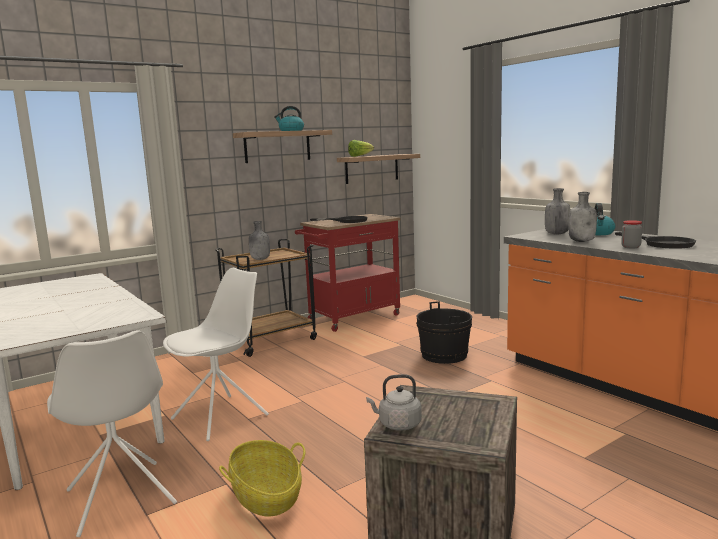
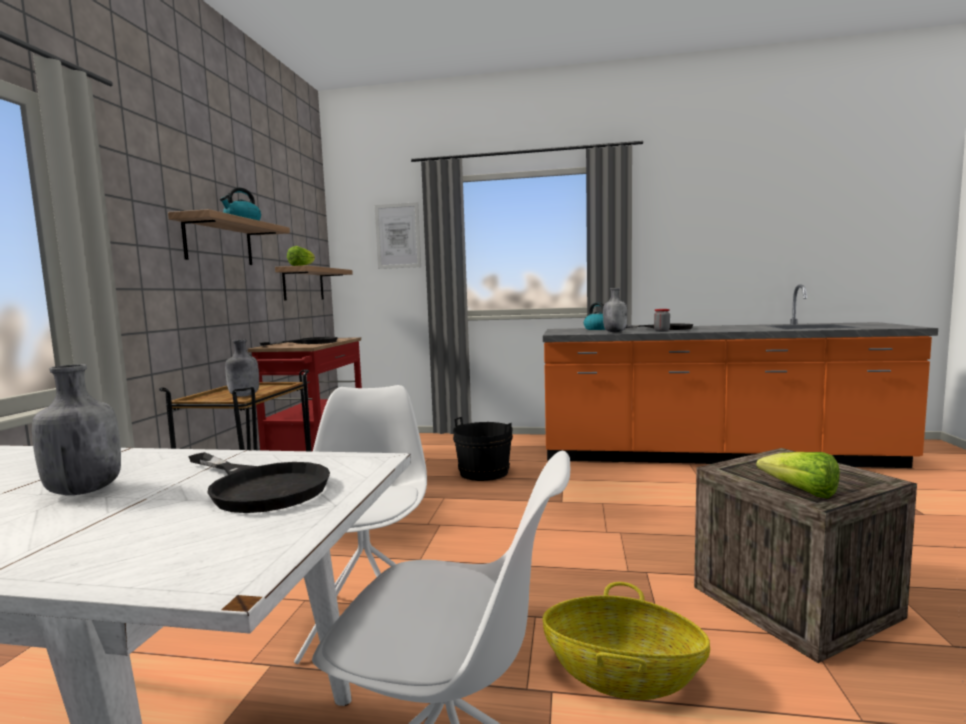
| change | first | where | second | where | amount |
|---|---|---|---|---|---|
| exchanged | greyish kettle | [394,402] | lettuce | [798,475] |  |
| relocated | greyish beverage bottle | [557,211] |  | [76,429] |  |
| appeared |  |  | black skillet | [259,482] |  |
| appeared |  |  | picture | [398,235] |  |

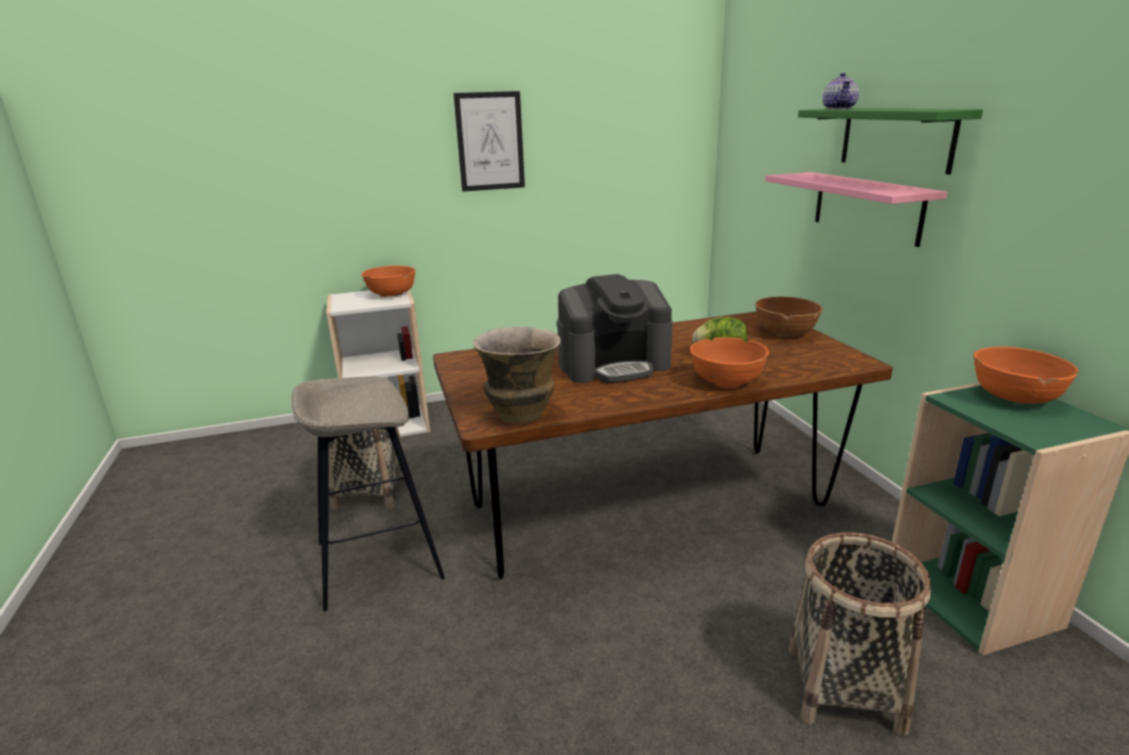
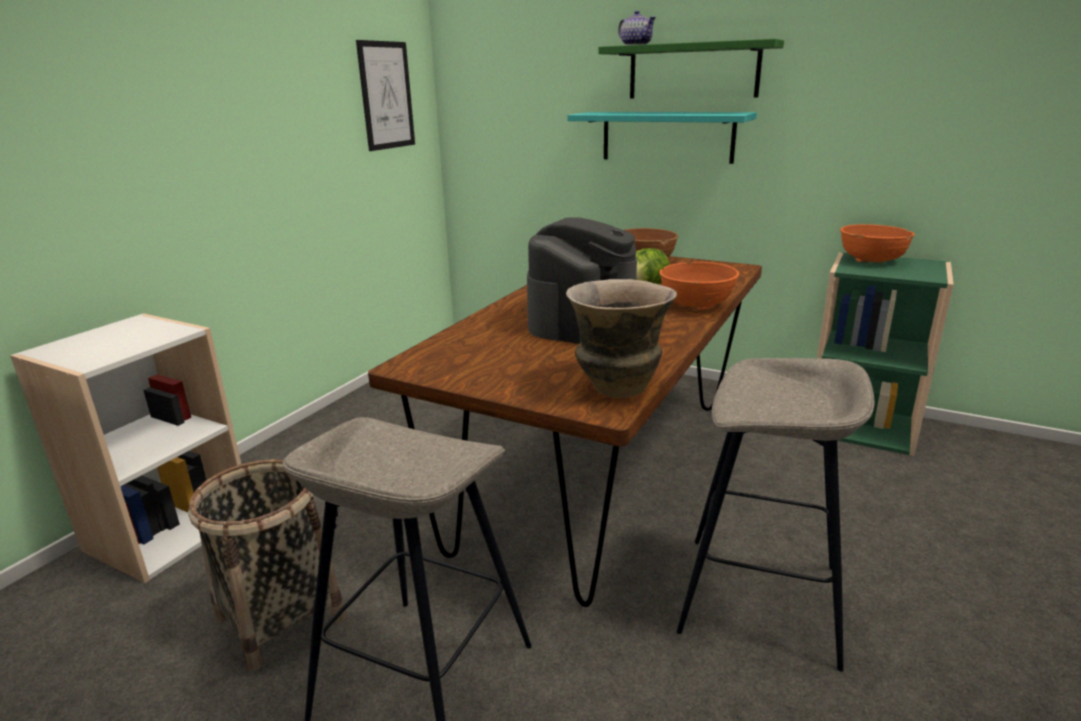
| change | first | where | second | where | amount |
|---|---|---|---|---|---|
| missing | orange-coloured serving bowl | [388,281] |  |  |  |
| relocated | picture | [489,141] |  | [385,95] |  |
| colour | pinkish wall shelf | [856,209] | turquoise-coloured wall shelf | [662,138] |  |
| missing | basket | [860,634] |  |  |  |
| appeared |  |  | greyish stool | [775,515] |  |

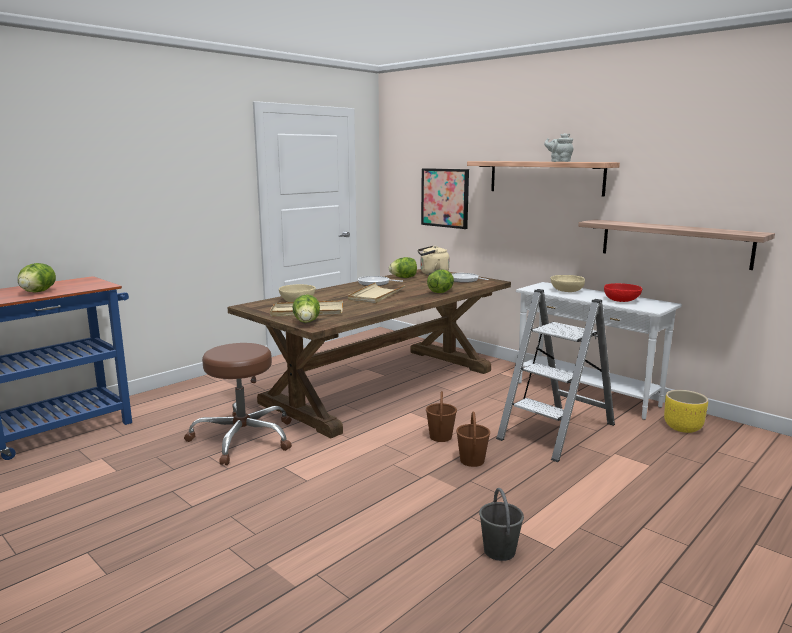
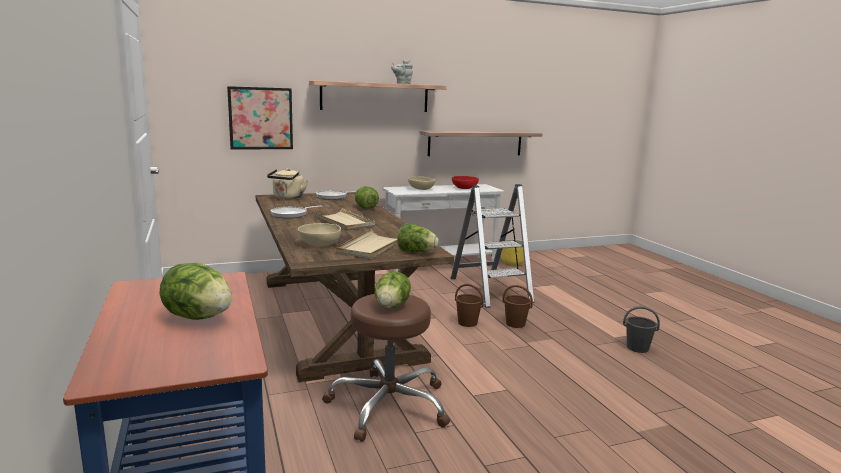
| change | first | where | second | where | amount |
|---|---|---|---|---|---|
| relocated | lettuce | [403,267] |  | [393,290] |  |

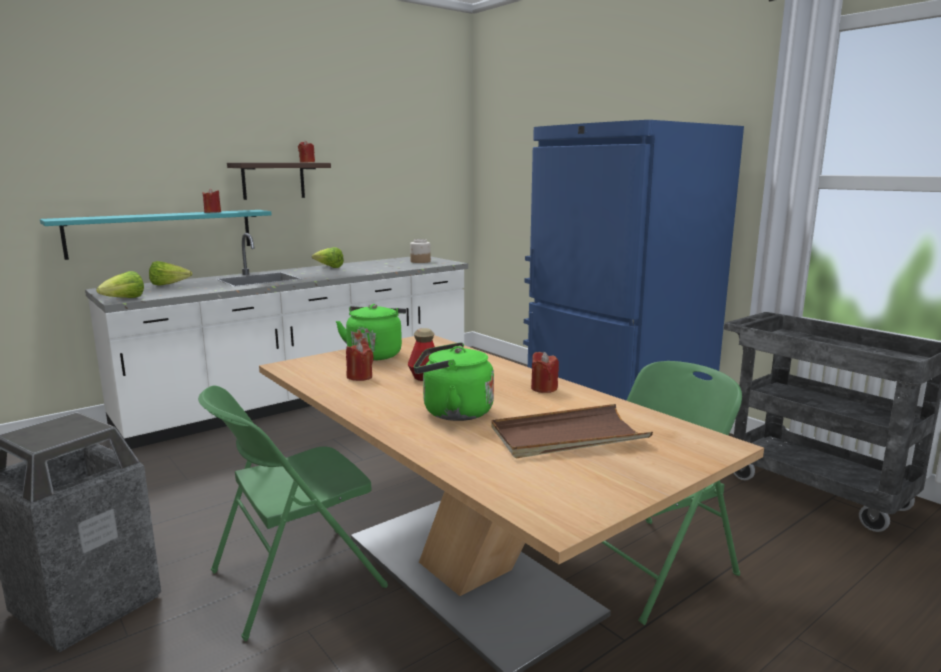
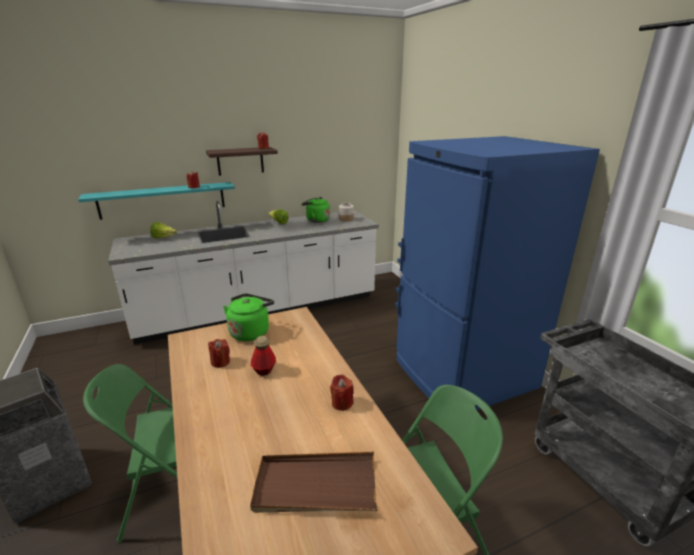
| change | first | where | second | where | amount |
|---|---|---|---|---|---|
| missing | lettuce | [120,284] |  |  |  |
| relocated | green-coloured kettle | [453,381] |  | [315,210] |  |

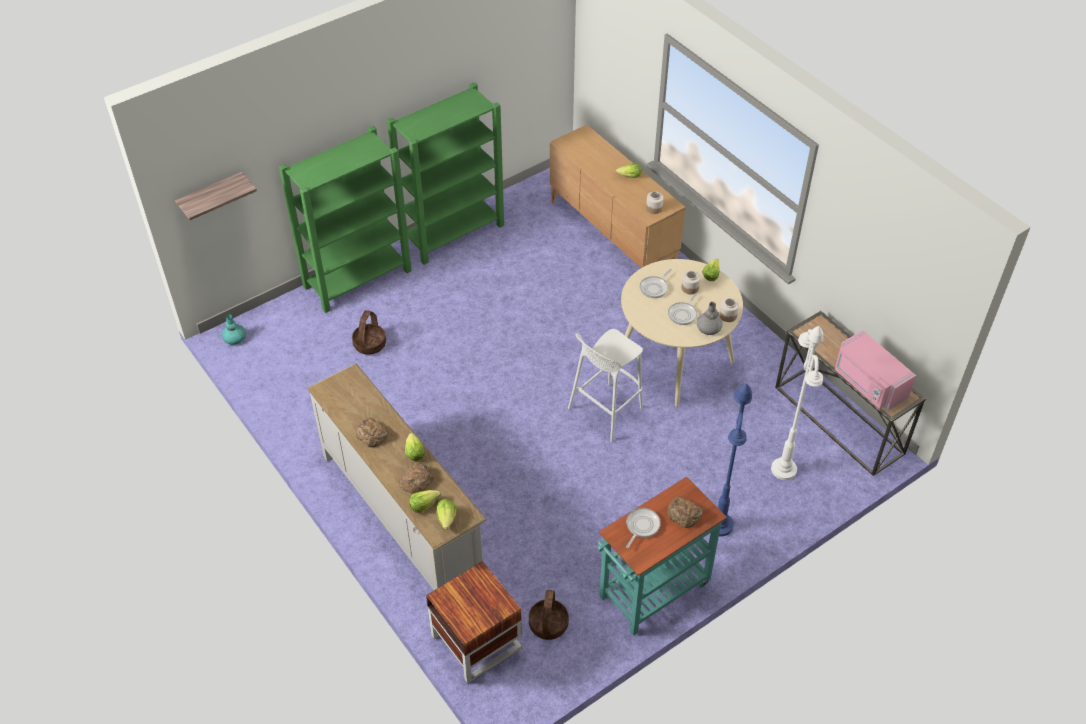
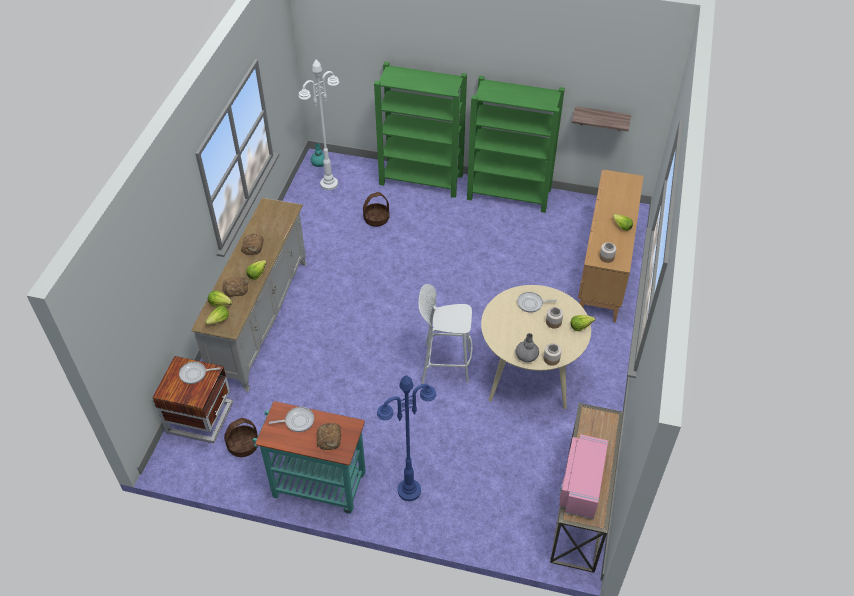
| change | first | where | second | where | amount |
|---|---|---|---|---|---|
| relocated | wall shelf | [216,196] |  | [601,118] |  |
| relocated | skillet | [682,309] |  | [200,373] |  |
| relocated | whitish floor lamp | [797,403] |  | [319,125] |  |

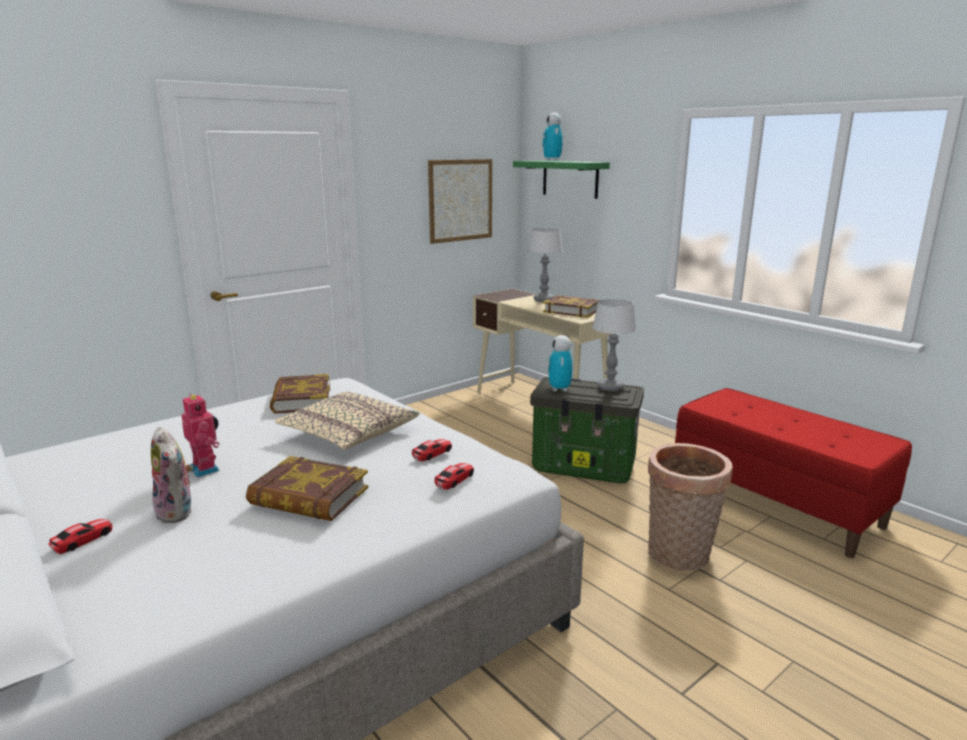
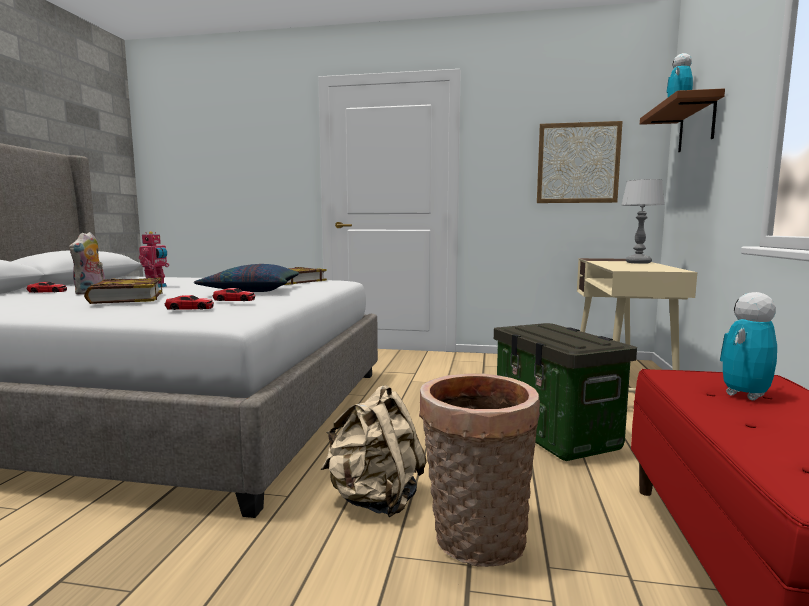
| change | first | where | second | where | amount |
|---|---|---|---|---|---|
| colour | sand-coloured pillow | [347,420] | blue pillow | [246,278] |  |
| colour | green-coloured wall shelf | [561,180] | brownish wall shelf | [682,120] |  |
| missing | bound book | [571,306] |  |  |  |
| relocated | model robot | [560,363] |  | [748,346] |  |
| missing | table lamp | [614,345] |  |  |  |
| appeared |  |  | sand-coloured backpack | [374,451] |  |

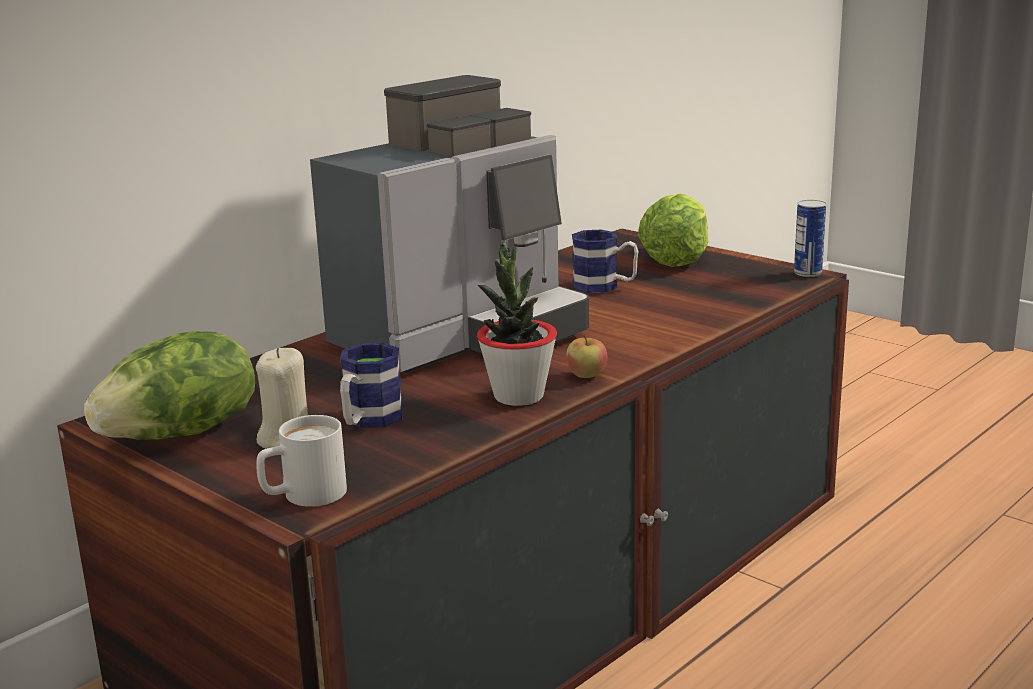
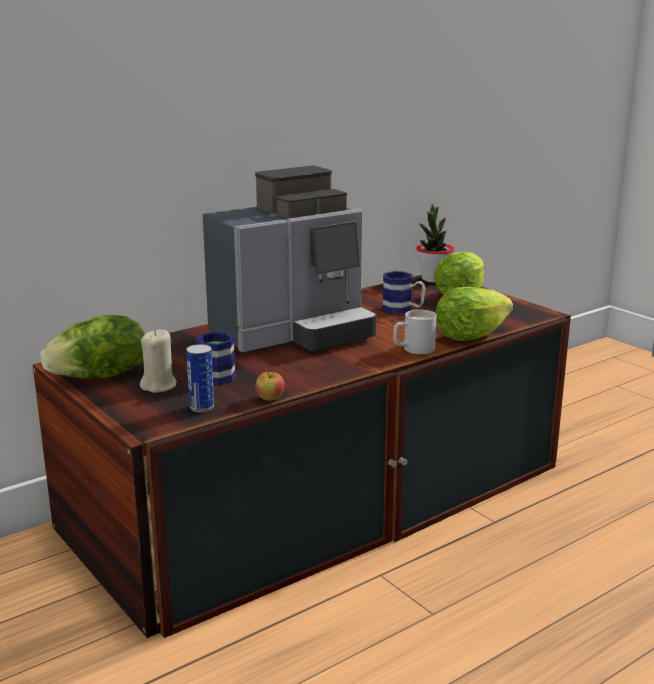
| change | first | where | second | where | amount |
|---|---|---|---|---|---|
| relocated | whitish coffee mug | [301,461] |  | [415,332] |  |
| relocated | houseplant | [517,323] |  | [435,243] |  |
| relocated | apple fruit | [586,356] |  | [270,385] |  |
| relocated | metal can | [810,238] |  | [200,378] |  |
| appeared |  |  | lettuce | [474,314] |  |

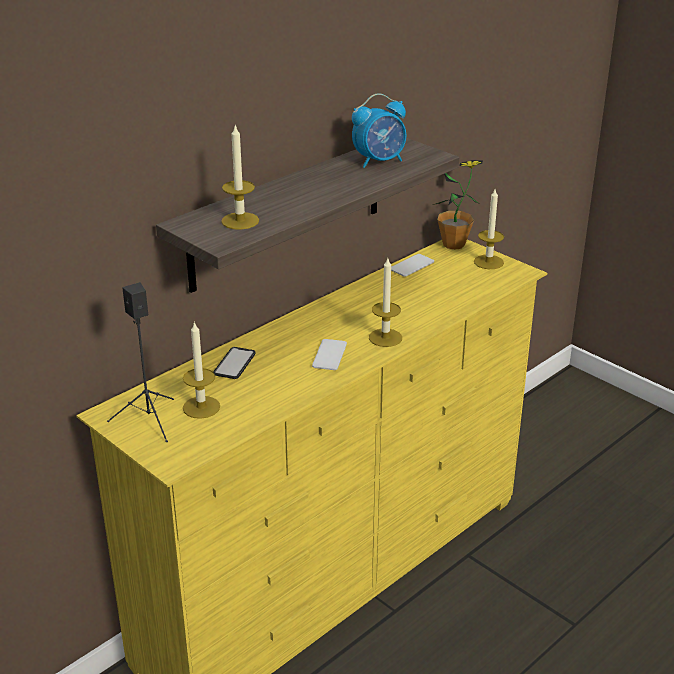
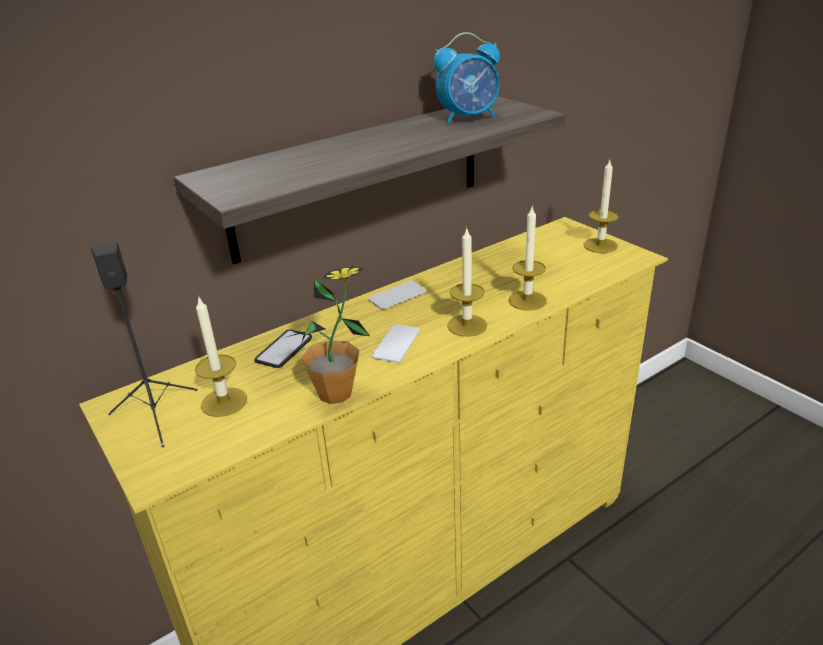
| change | first | where | second | where | amount |
|---|---|---|---|---|---|
| relocated | candle | [240,178] |  | [528,259] |  |
| relocated | handset | [412,265] |  | [397,295] |  |
| relocated | houseplant | [458,205] |  | [328,335] |  |

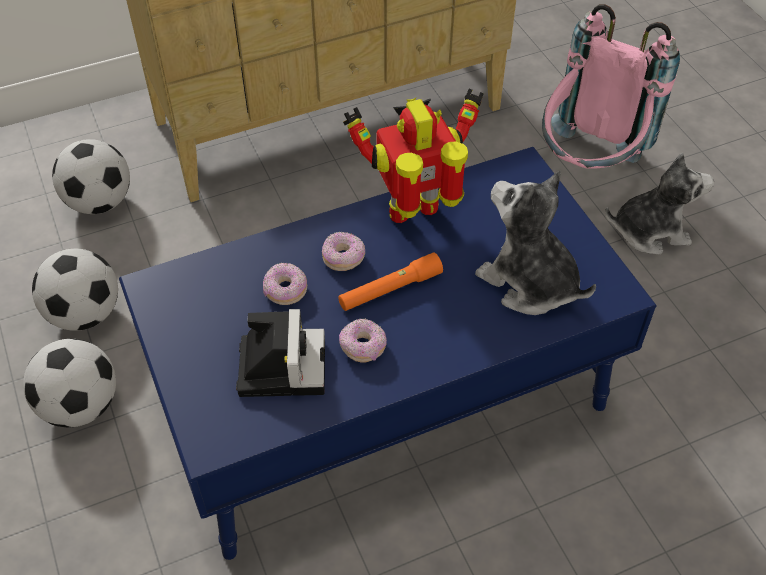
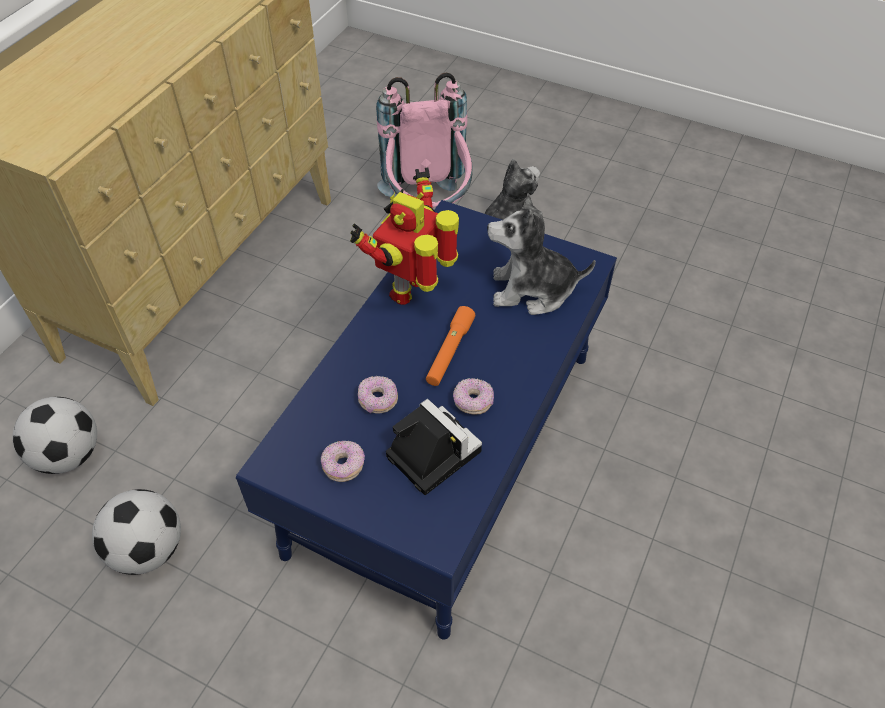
| change | first | where | second | where | amount |
|---|---|---|---|---|---|
| missing | ball for football | [69,383] |  |  |  |
| relocated | donut | [343,251] |  | [343,461] |  |

